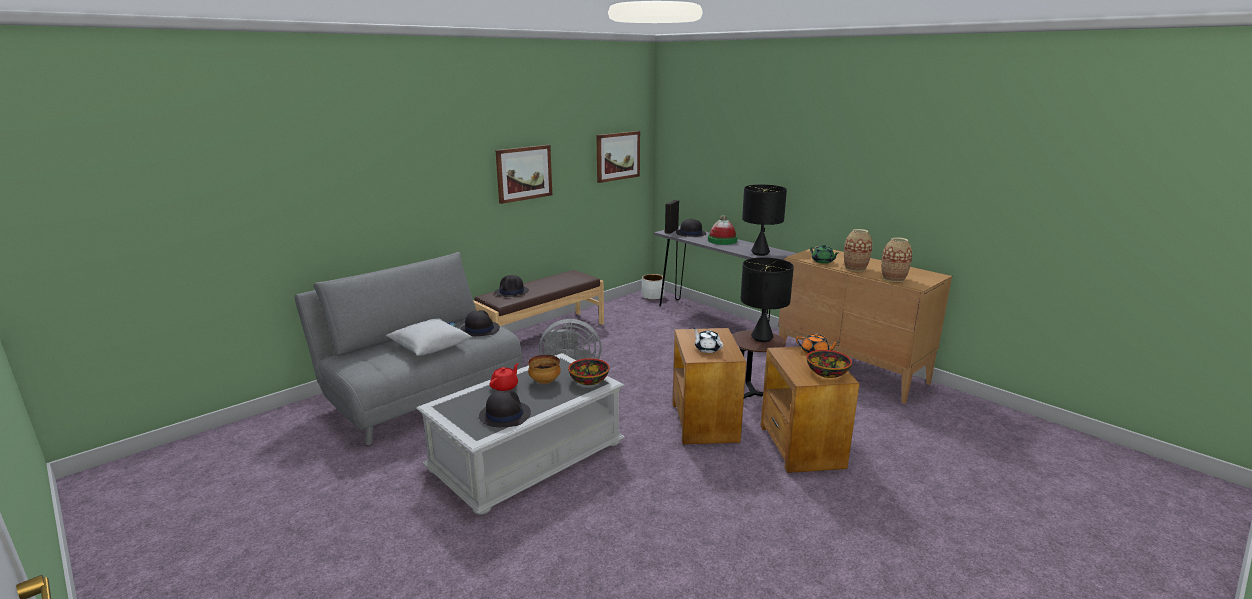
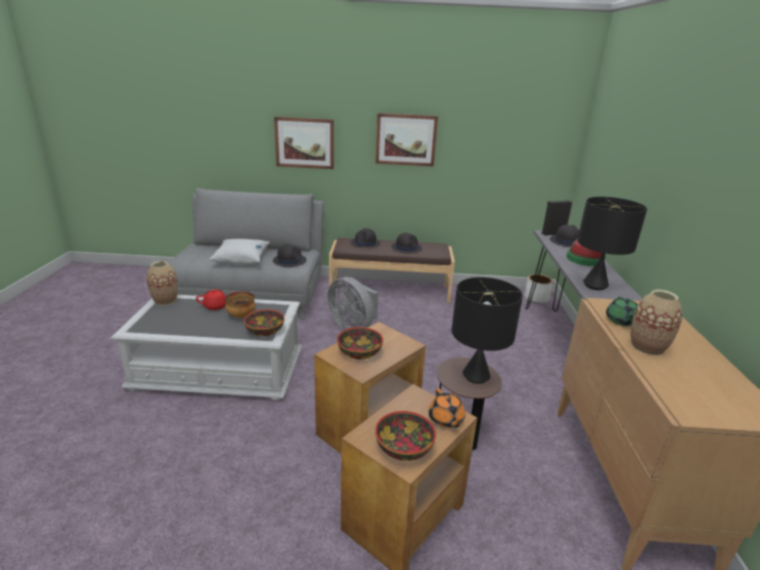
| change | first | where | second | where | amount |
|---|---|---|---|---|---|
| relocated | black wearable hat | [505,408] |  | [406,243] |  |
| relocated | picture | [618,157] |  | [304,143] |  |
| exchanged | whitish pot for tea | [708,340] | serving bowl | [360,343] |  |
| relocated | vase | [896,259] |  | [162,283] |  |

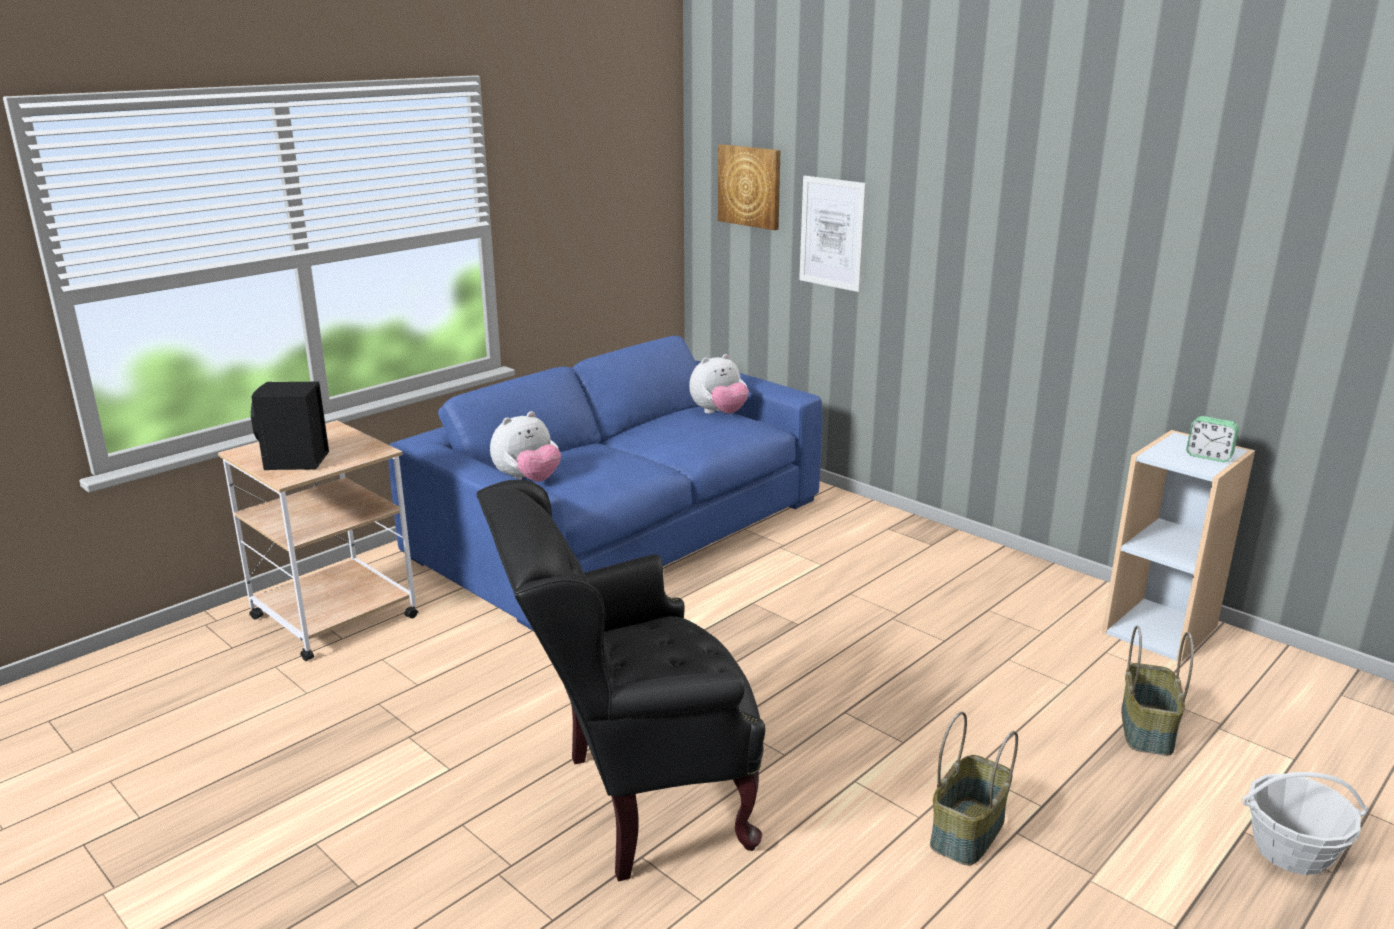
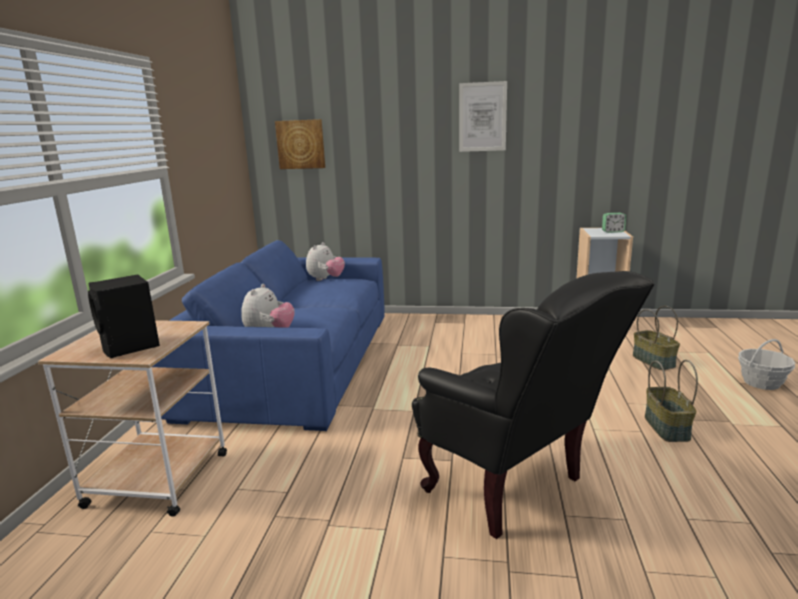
| change | first | where | second | where | amount |
|---|---|---|---|---|---|
| spun | black easy chair | [621,681] |  | [533,405] | 75 degrees counterclockwise |
| relocated | picture | [832,234] |  | [483,116] |  |

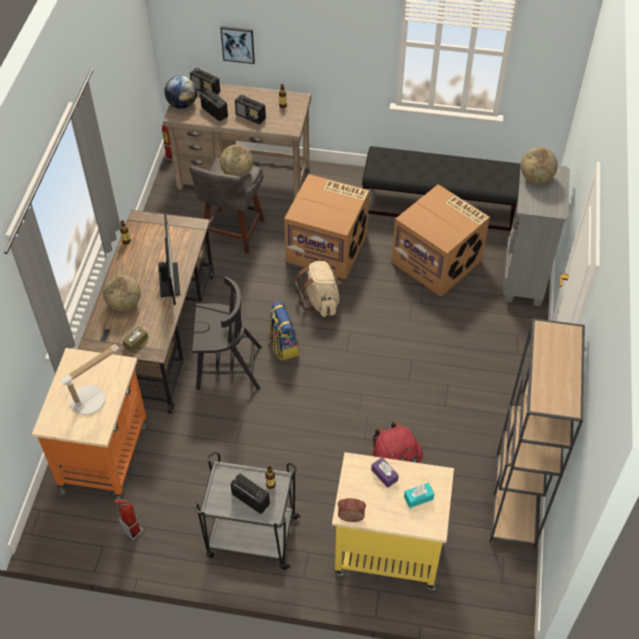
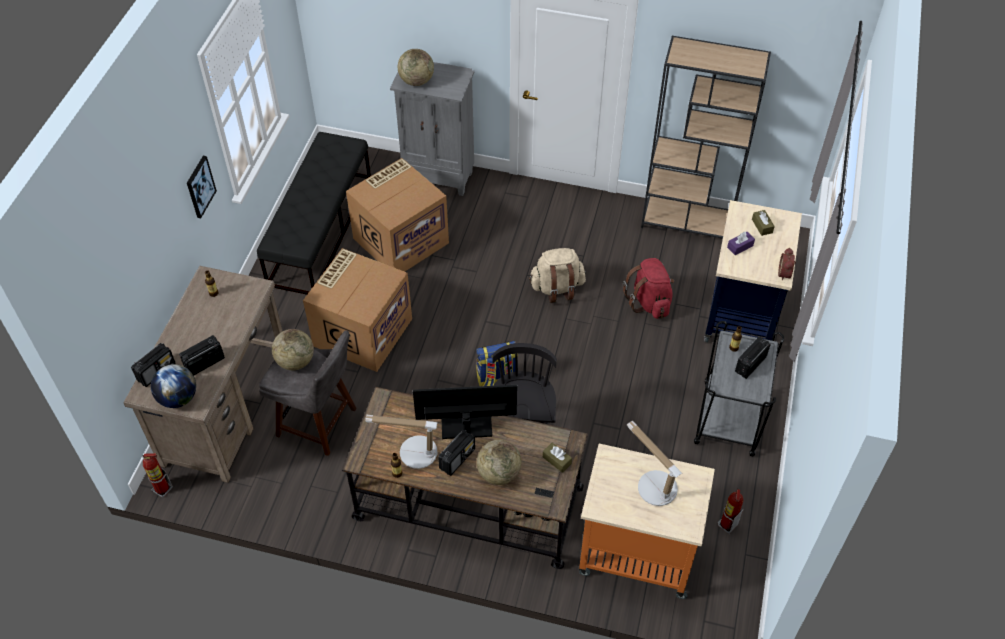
| change | first | where | second | where | amount |
|---|---|---|---|---|---|
| relocated | picture | [237,45] |  | [202,187] |  |
| relocated | radio receiver | [250,109] |  | [456,453] |  |
| relocated | sand-coloured backpack | [318,289] |  | [557,275] |  |
| colour | yellowish wheeled cart | [393,521] | blue wheeled cart | [753,271] |  |
| colour | turquoise-coloured tissue box | [419,495] | brownish tissue box | [763,223] |  |
| appeared |  |  | table lamp | [401,442] |  |

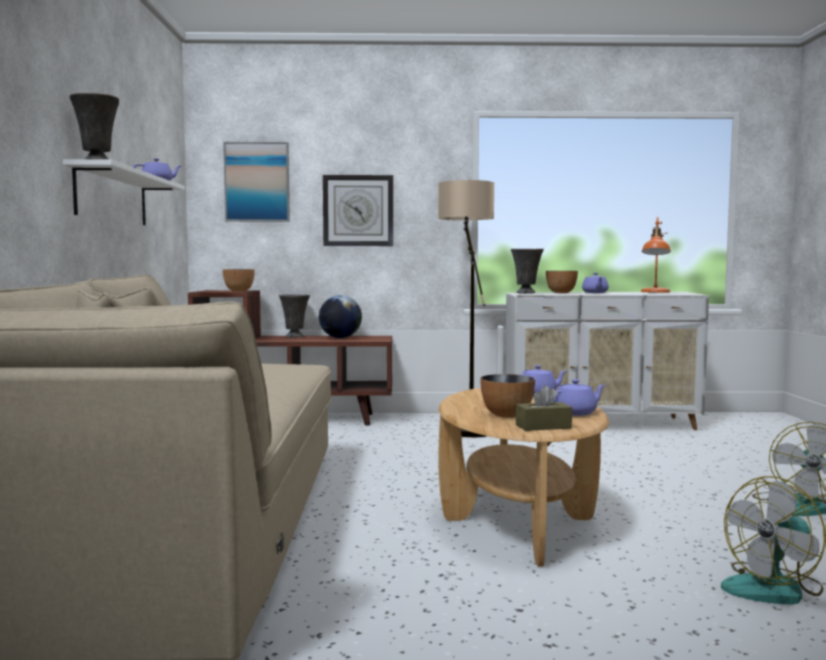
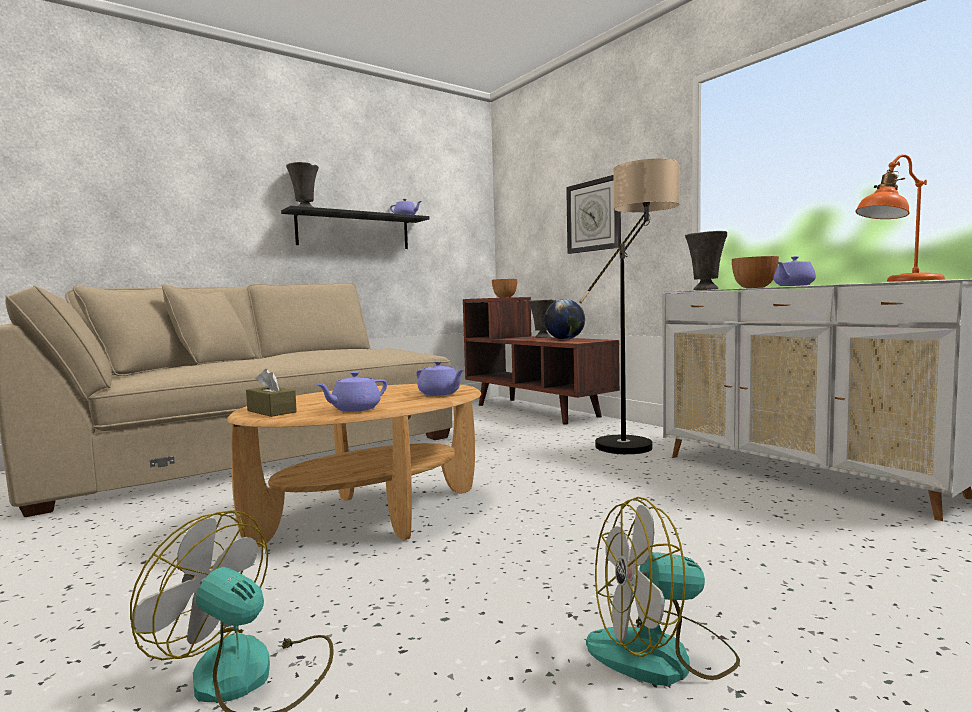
| change | first | where | second | where | amount |
|---|---|---|---|---|---|
| colour | whitish wall shelf | [124,192] | black wall shelf | [355,227] |  |
| missing | picture | [256,182] |  |  |  |
| missing | serving bowl | [507,396] |  |  |  |
| spun | purple pot for tea | [579,397] |  | [351,391] | 105 degrees clockwise |

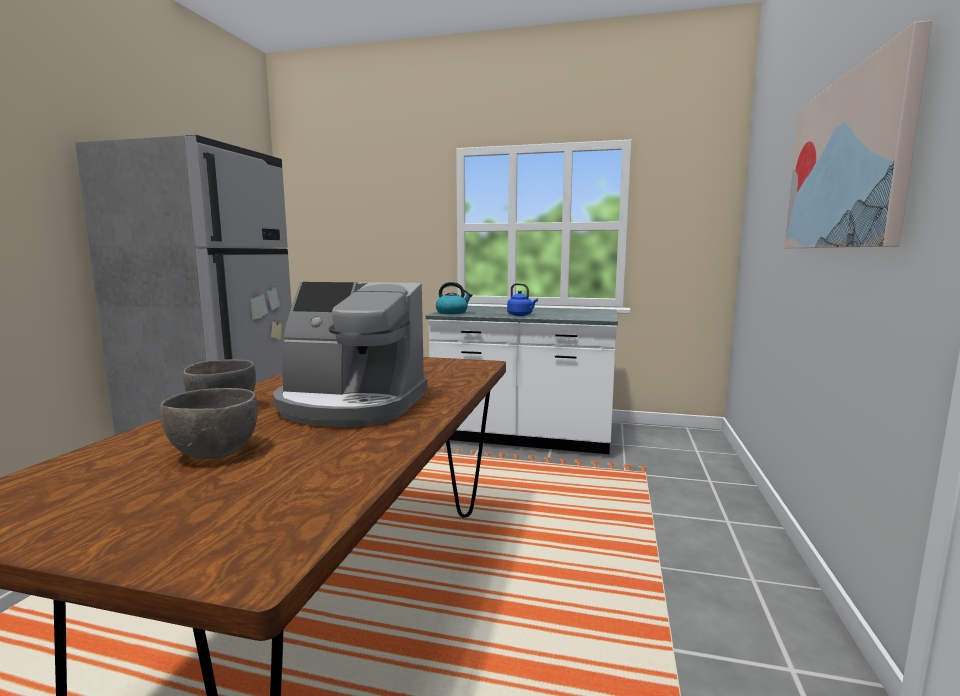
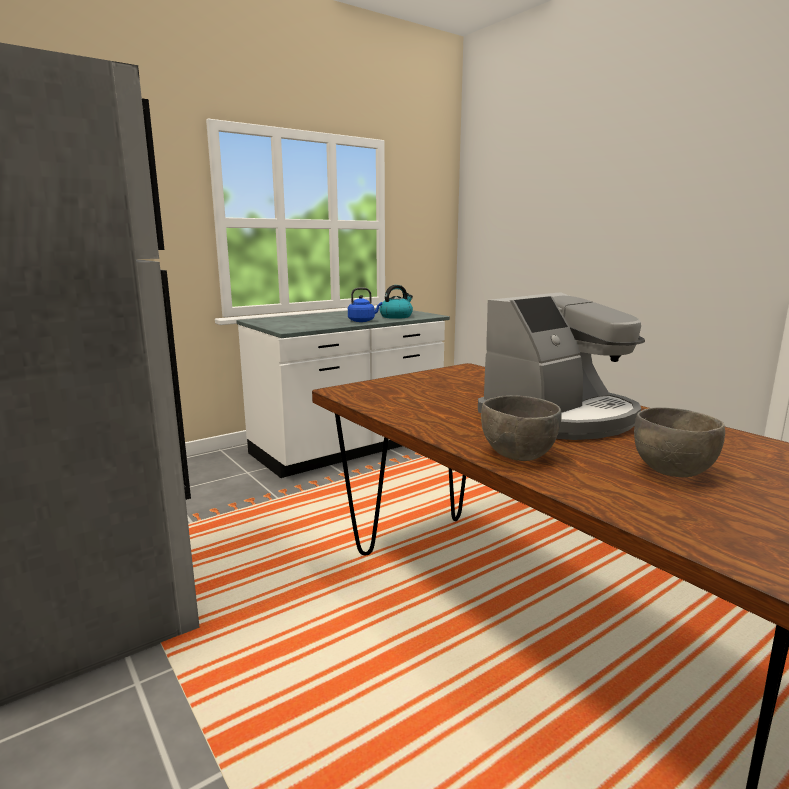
| change | first | where | second | where | amount |
|---|---|---|---|---|---|
| relocated | kettle | [454,298] |  | [396,302] |  |
| missing | picture | [858,134] |  |  |  |

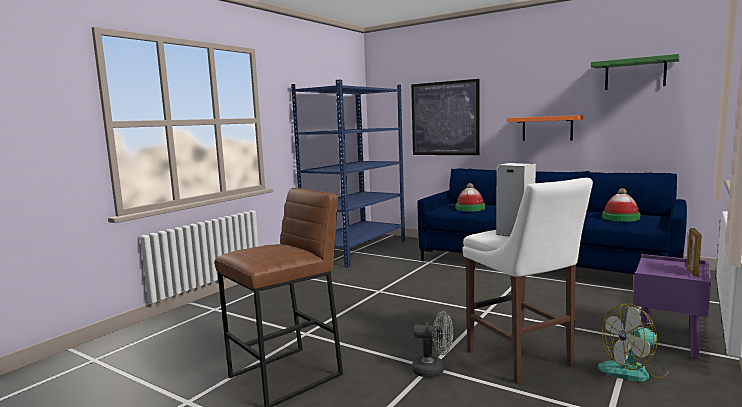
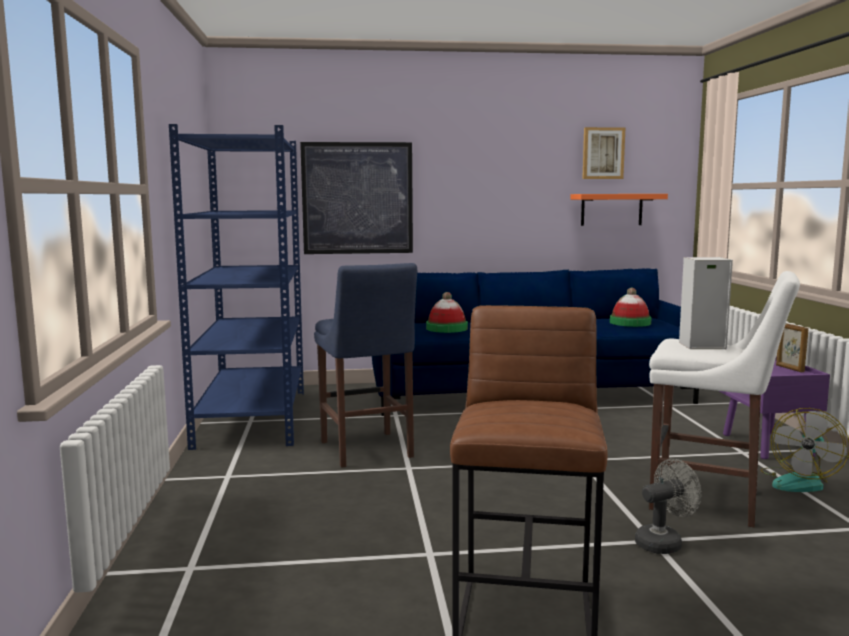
| change | first | where | second | where | amount |
|---|---|---|---|---|---|
| relocated | orange-coloured wall shelf | [545,128] |  | [619,210] |  |
| exchanged | green-coloured wall shelf | [635,72] | picture | [603,153] |  |
| appeared |  |  | blue stool | [365,365] |  |

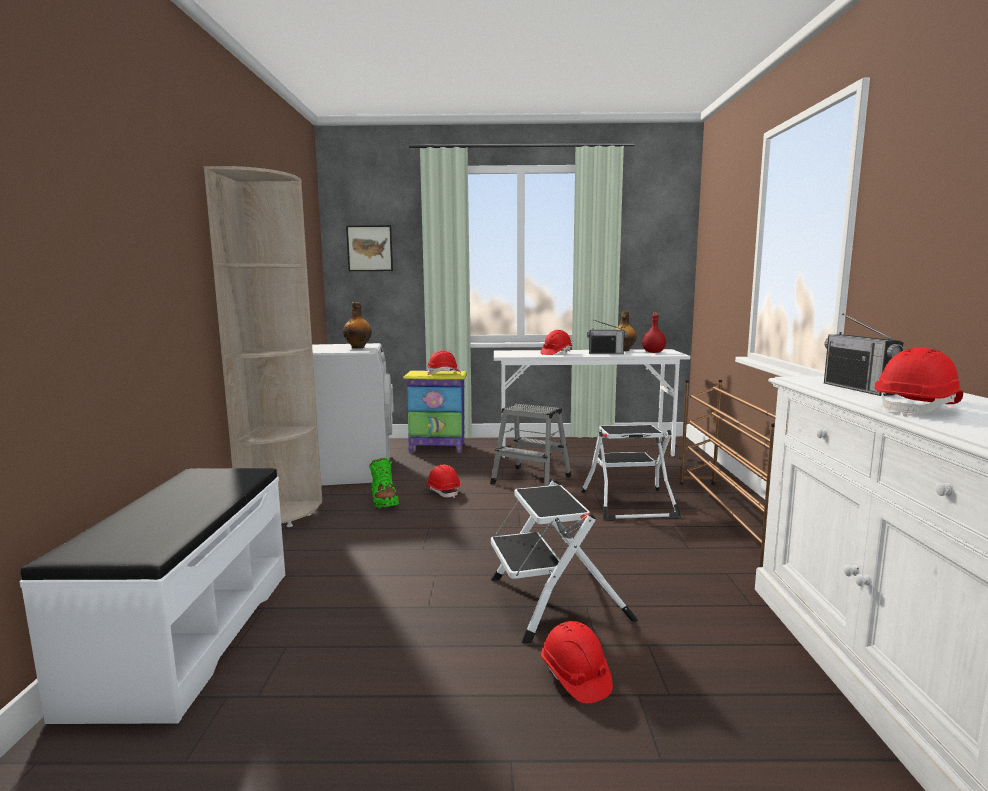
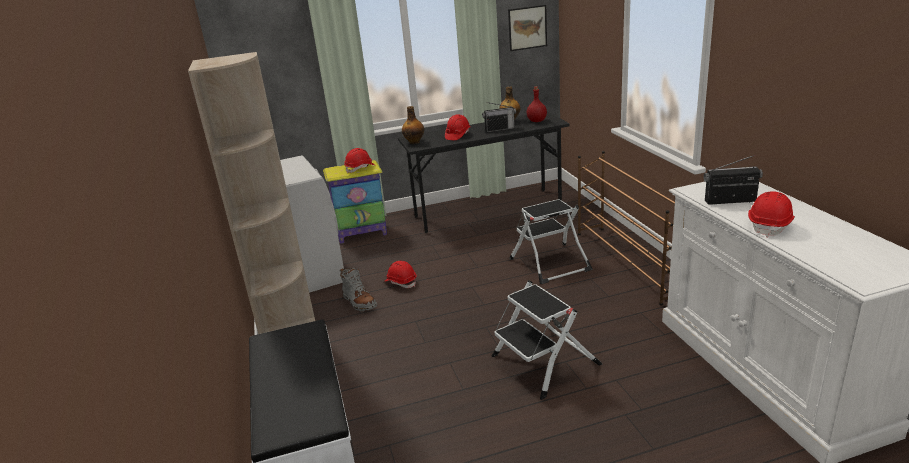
| change | first | where | second | where | amount |
|---|---|---|---|---|---|
| relocated | beverage bottle | [357,325] |  | [413,125] |  |
| relocated | picture | [369,248] |  | [527,28] |  |
| colour | green-coloured tall boot | [384,483] | greyish tall boot | [358,289] |  |
| missing | greyish stepladder | [531,444] |  |  |  |
| colour | whitish desk | [592,403] | black desk | [483,172] |  |
| missing | red-coloured hard hat | [577,662] |  |  |  |
| spun | radio receiver | [864,354] |  | [733,180] | 120 degrees clockwise |

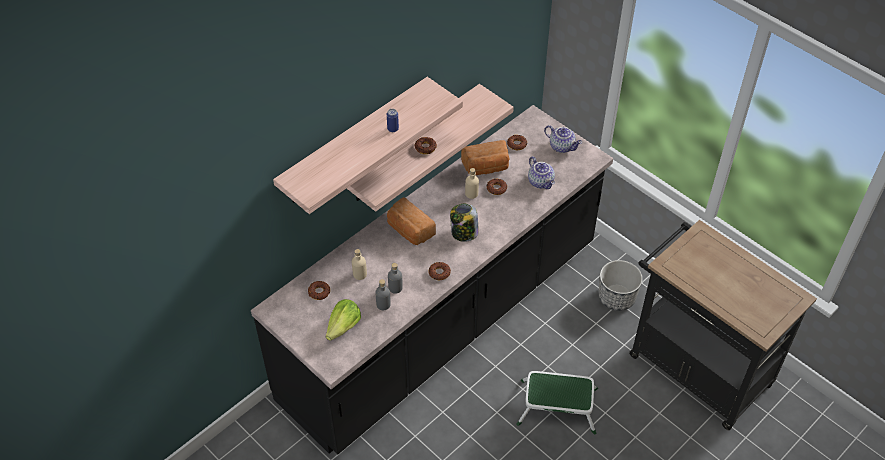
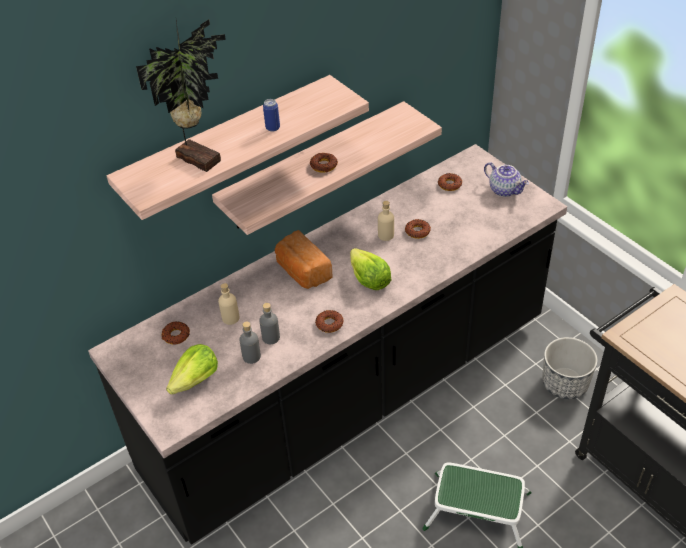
| change | first | where | second | where | amount |
|---|---|---|---|---|---|
| exchanged | jar | [464,223] | lettuce | [370,269] |  |
| missing | bread | [485,157] |  |  |  |
| missing | pot for tea | [541,172] |  |  |  |
| appeared |  |  | houseplant | [181,95] |  |

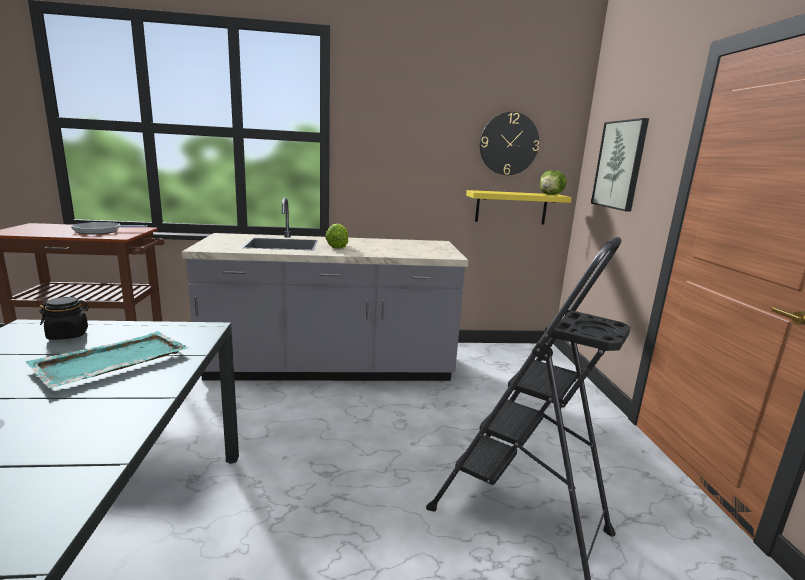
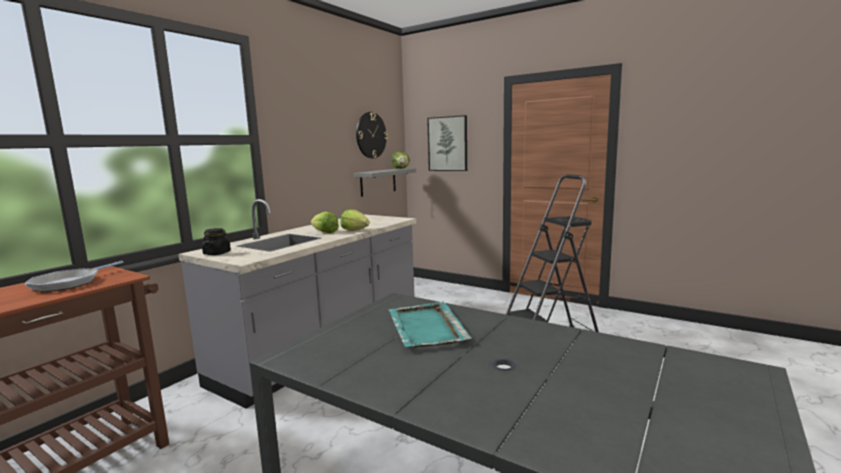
| change | first | where | second | where | amount |
|---|---|---|---|---|---|
| relocated | black jar | [64,318] |  | [216,241] |  |
| colour | yellowish wall shelf | [519,207] | greyish wall shelf | [385,182] |  |
| appeared |  |  | lettuce | [355,220] |  |

